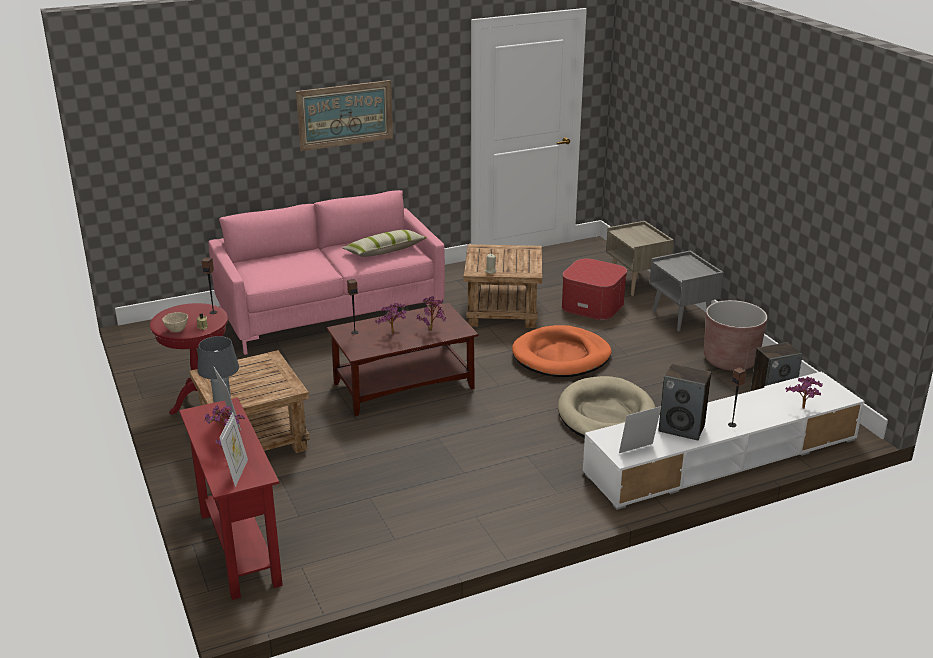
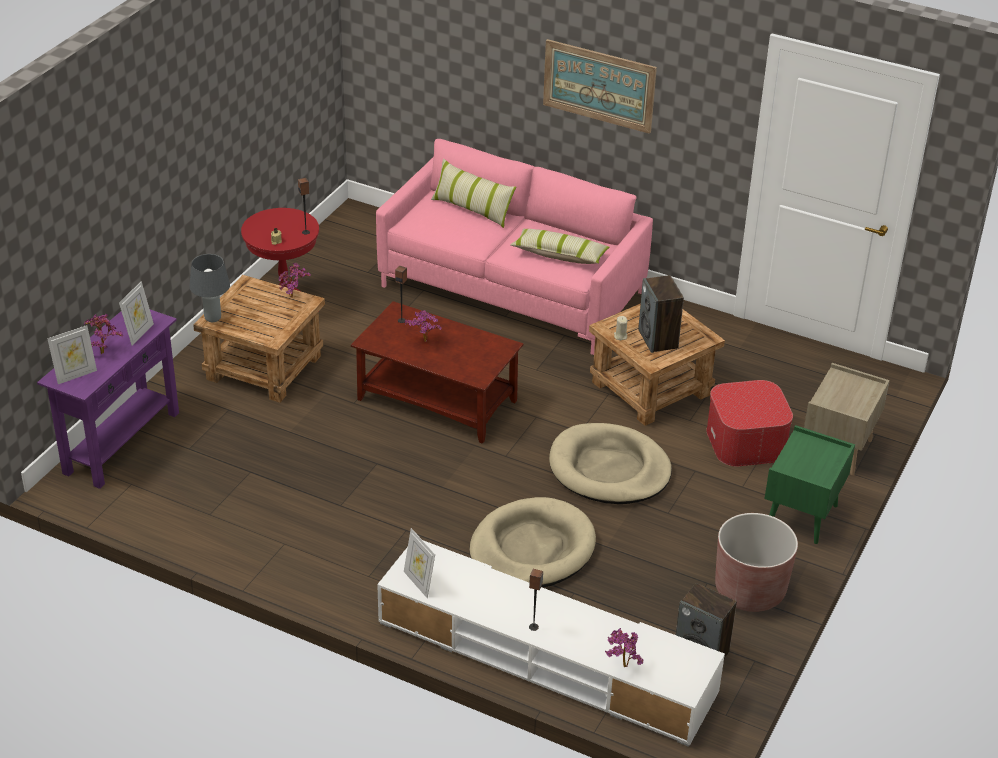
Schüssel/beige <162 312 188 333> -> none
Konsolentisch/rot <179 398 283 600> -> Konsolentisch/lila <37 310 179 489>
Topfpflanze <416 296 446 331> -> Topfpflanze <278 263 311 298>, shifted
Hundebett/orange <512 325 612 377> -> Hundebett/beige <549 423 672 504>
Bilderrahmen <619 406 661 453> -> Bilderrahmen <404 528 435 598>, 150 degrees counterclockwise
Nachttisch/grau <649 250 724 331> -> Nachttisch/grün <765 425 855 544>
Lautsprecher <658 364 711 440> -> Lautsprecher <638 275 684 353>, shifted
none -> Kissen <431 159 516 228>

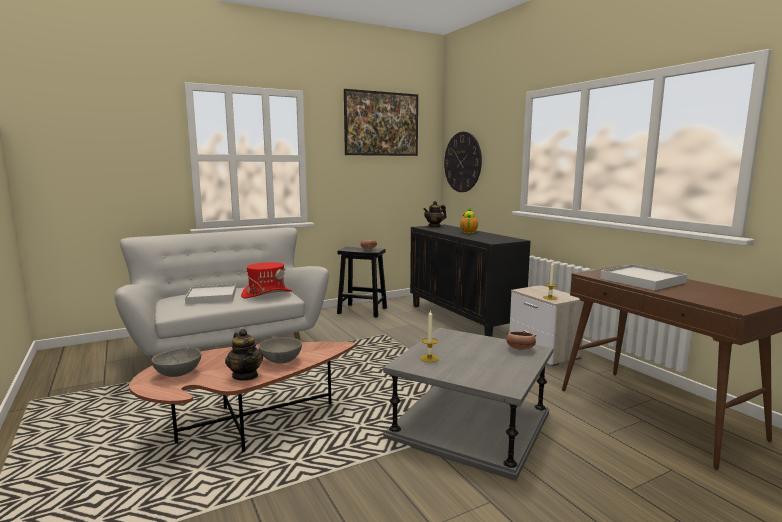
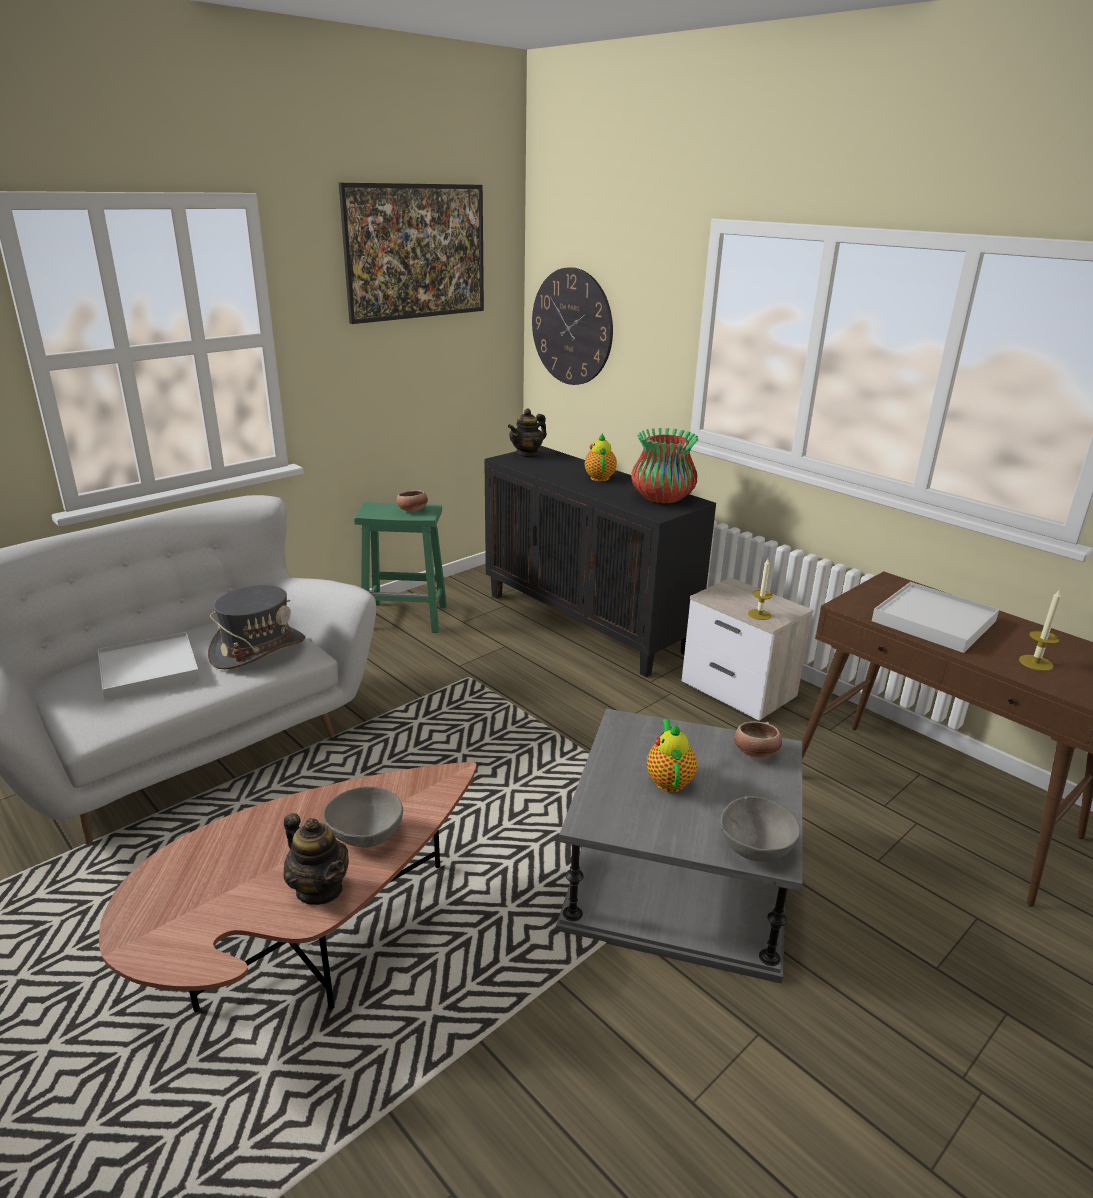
Schüssel/grau <151 347 201 377> -> Schüssel/grau <721 796 800 862>, shifted
Hut/rot <241 262 292 298> -> Hut/grau <208 585 305 669>
Hocker/schwarz <337 247 387 318> -> Hocker/grün <354 502 447 633>
Kerze <420 309 439 362> -> Kerze <1019 589 1061 671>, shifted
none -> Vase <631 428 698 503>
none -> Teekanne <647 719 697 793>

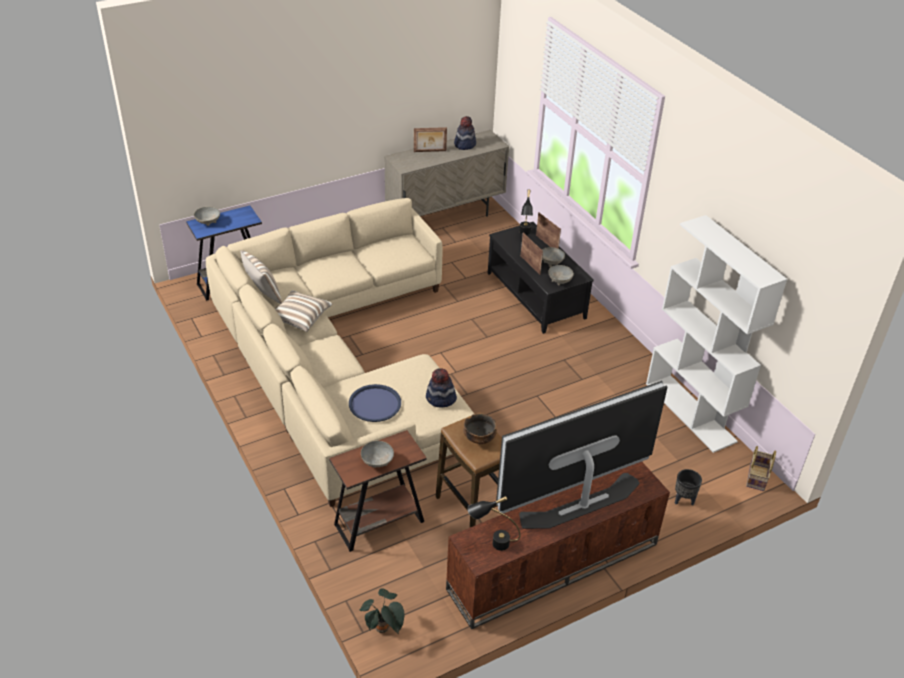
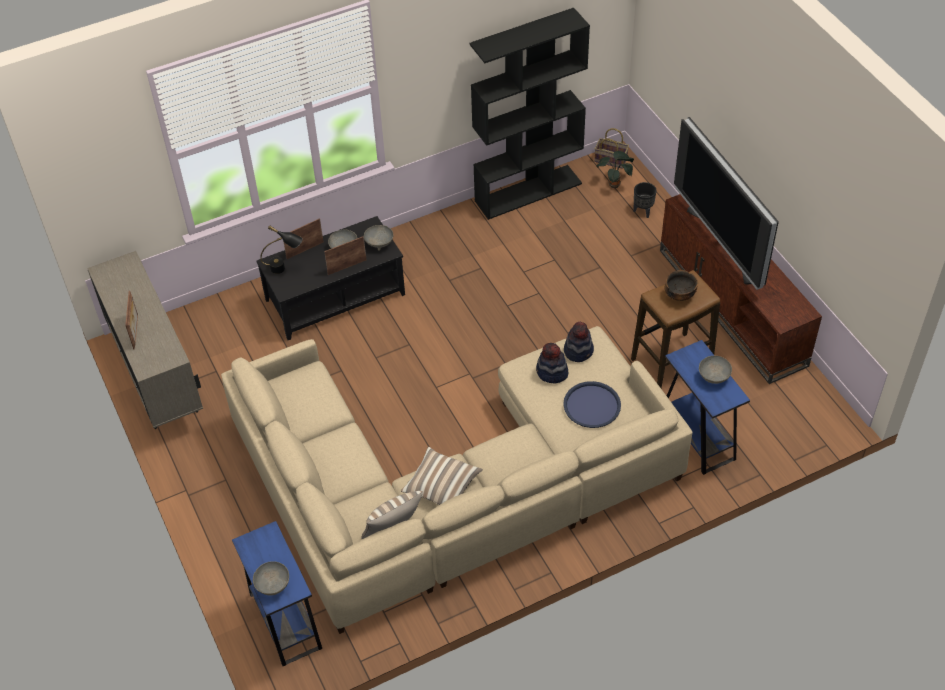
Beistelltisch/braun <329 430 427 552> -> Beistelltisch/blau <665 340 750 475>
Topfpflanze <360 588 405 634> -> Topfpflanze <596 151 634 188>, shifted
Hut <454 116 476 150> -> Hut <536 343 568 383>, shifted
Tischlampe/schwarz <468 496 521 551> -> none
Bücherregal/weiß <646 215 787 453> -> Bücherregal/schwarz <469 8 590 220>

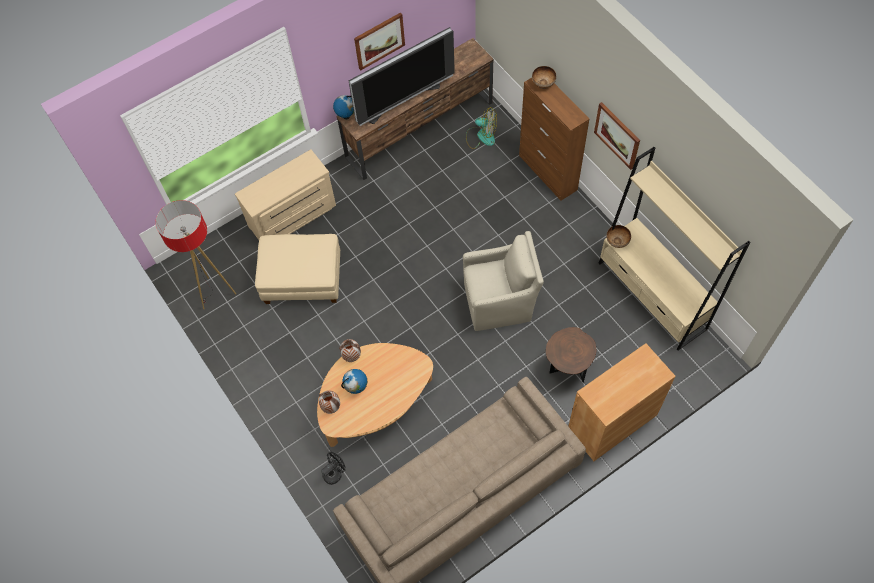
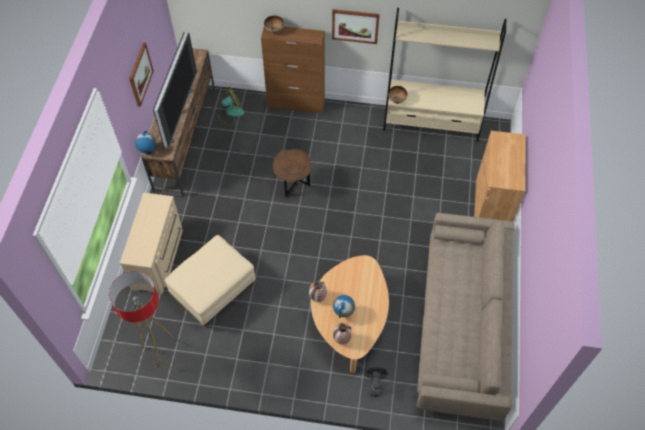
Sessel/beige <463 231 544 331> -> none
Beistelltisch/braun <546 327 597 383> -> Beistelltisch/braun <273 149 312 197>, shifted

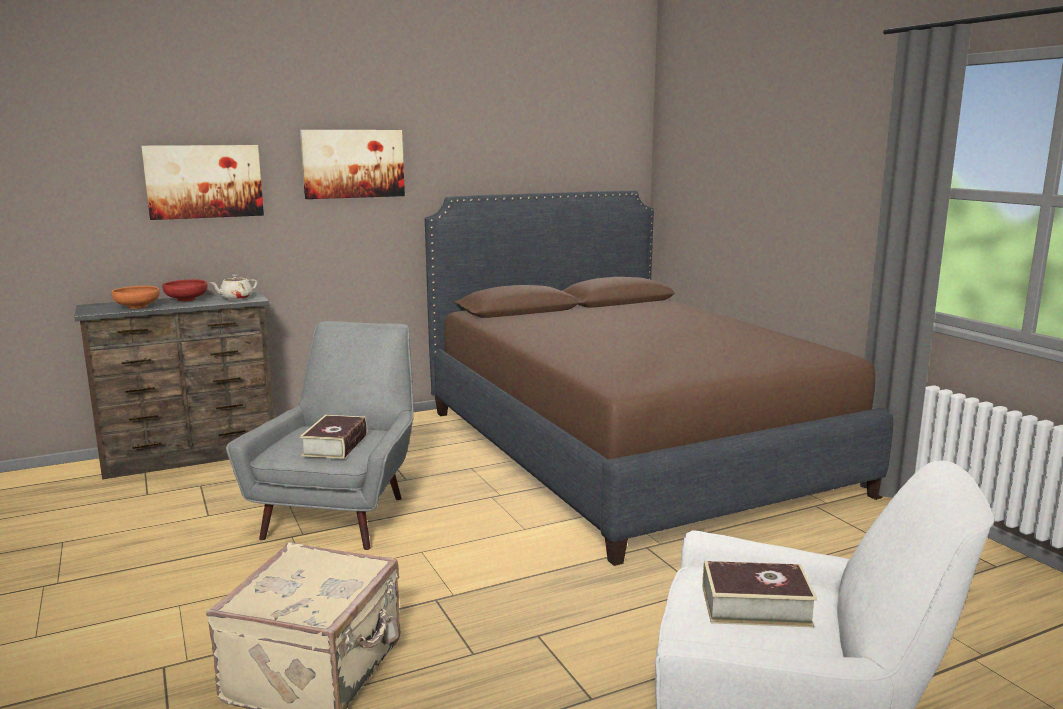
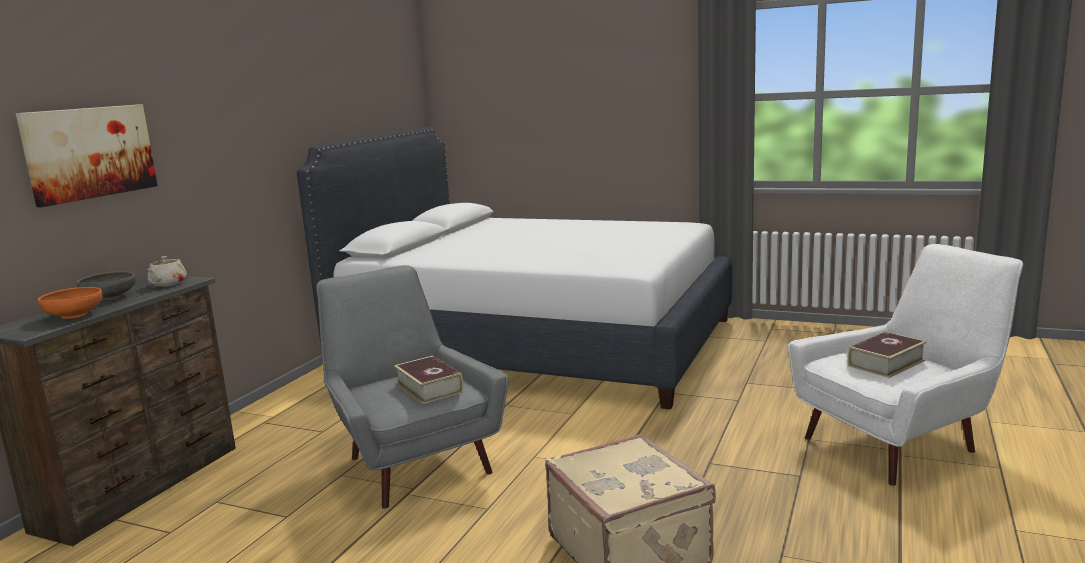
Schüssel/rot <162 279 208 301> -> Schüssel/grau <77 271 136 300>
Bild <300 130 405 199> -> none
Bett/braun <425 190 894 566> -> Bett/weiß <297 127 732 410>

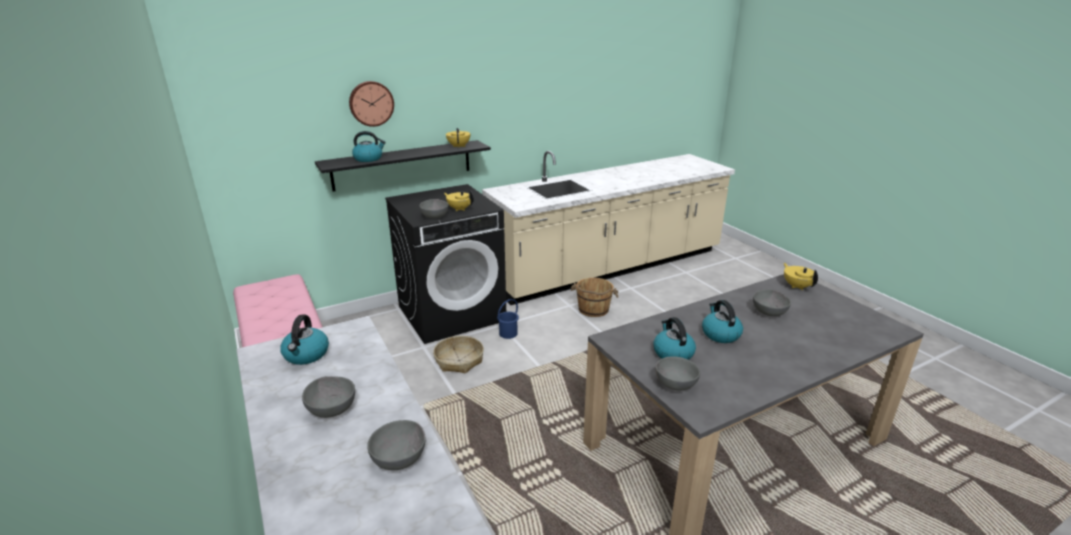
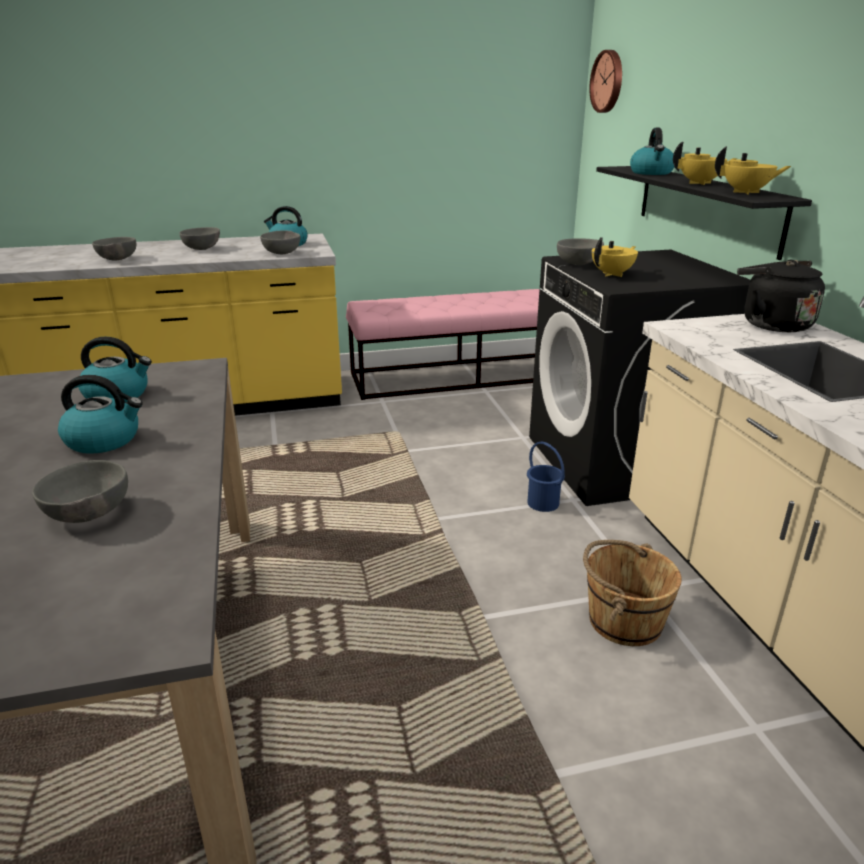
Wanduhr <349 81 394 127> -> Wanduhr <589 50 622 113>, shifted
Korb <433 336 484 374> -> none
Schüssel/grau <655 356 700 391> -> Schüssel/grau <260 230 300 254>, shifted
Teekanne/gelb <784 263 818 290> -> Teekanne/gelb <673 141 737 185>, shifted
none -> Wasserkessel/schwarz <737 260 825 332>

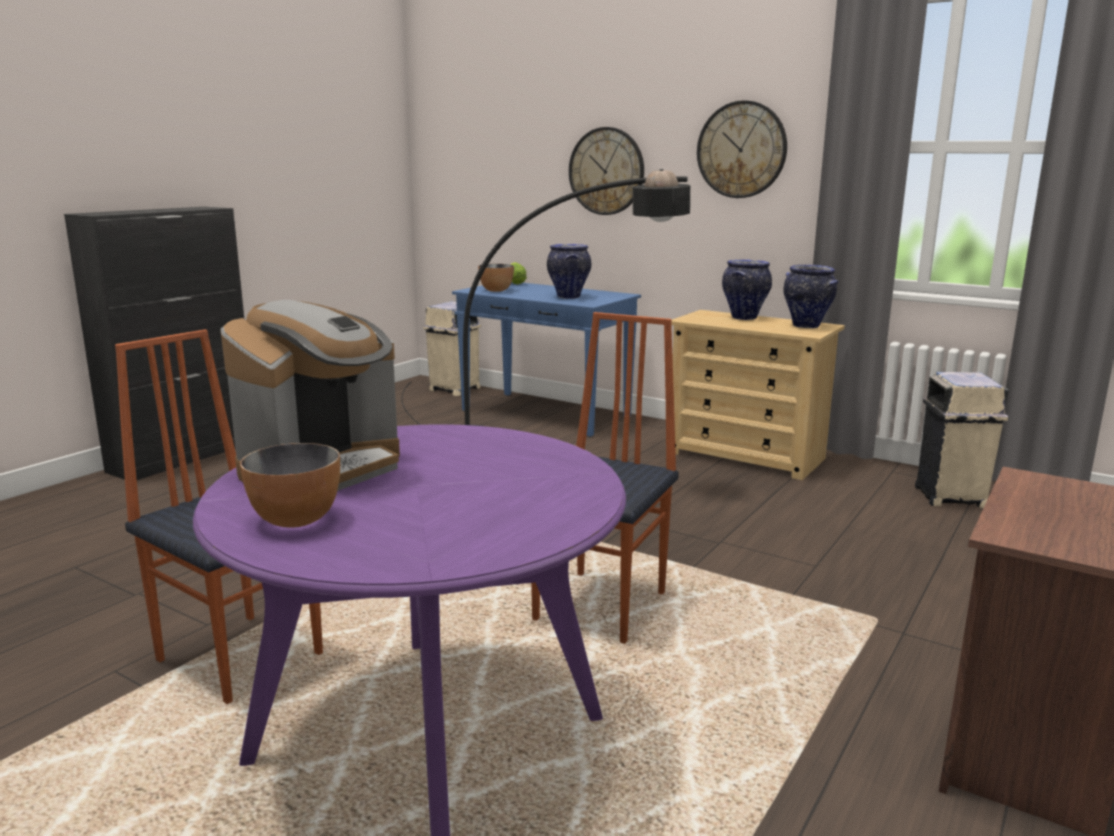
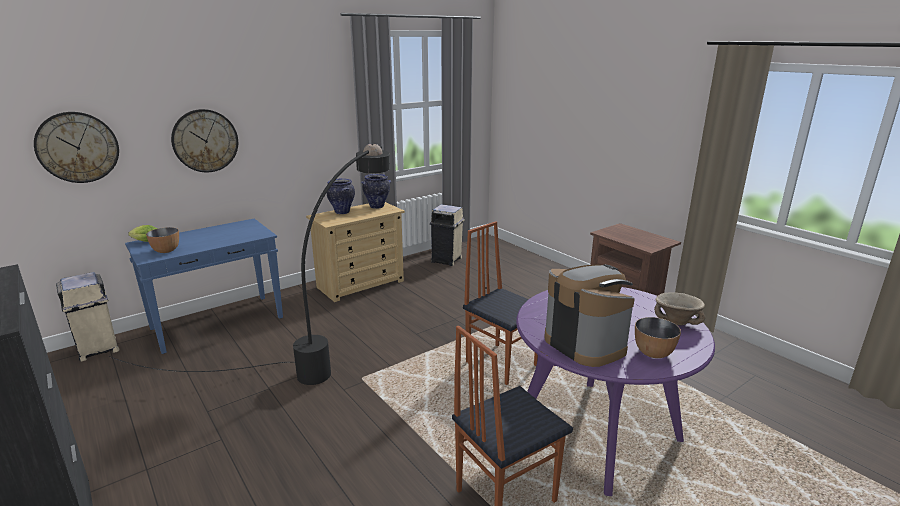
Vase <547 244 591 299> -> none
Wanduhr <697 100 787 198> -> Wanduhr <34 112 119 183>, shifted
none -> Schüssel/beige <654 292 705 325>

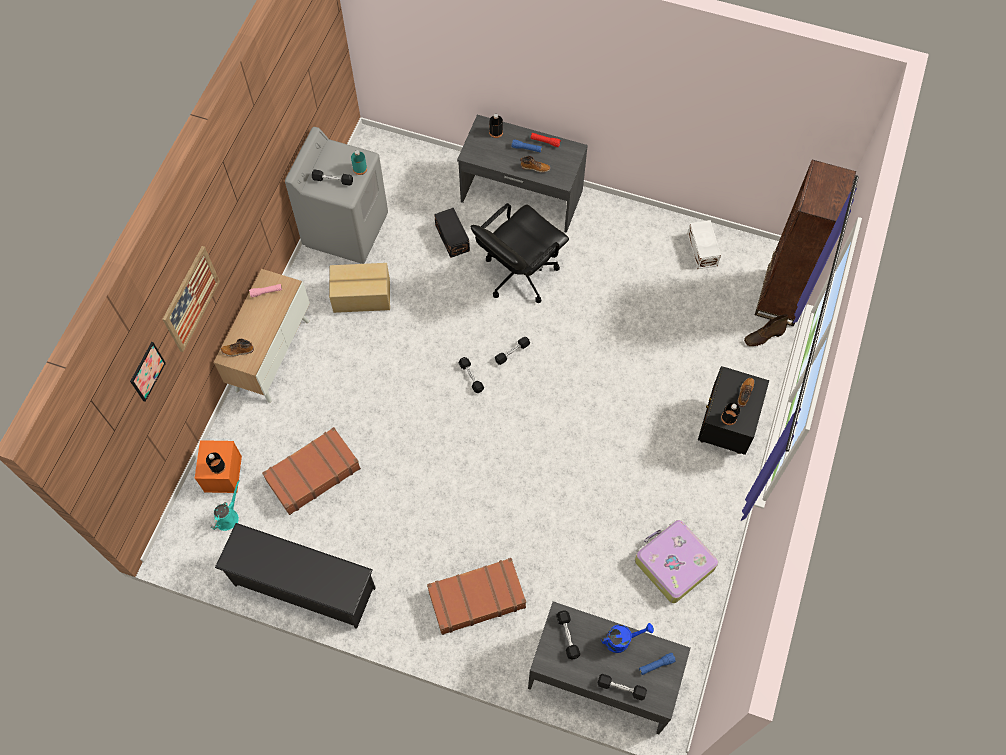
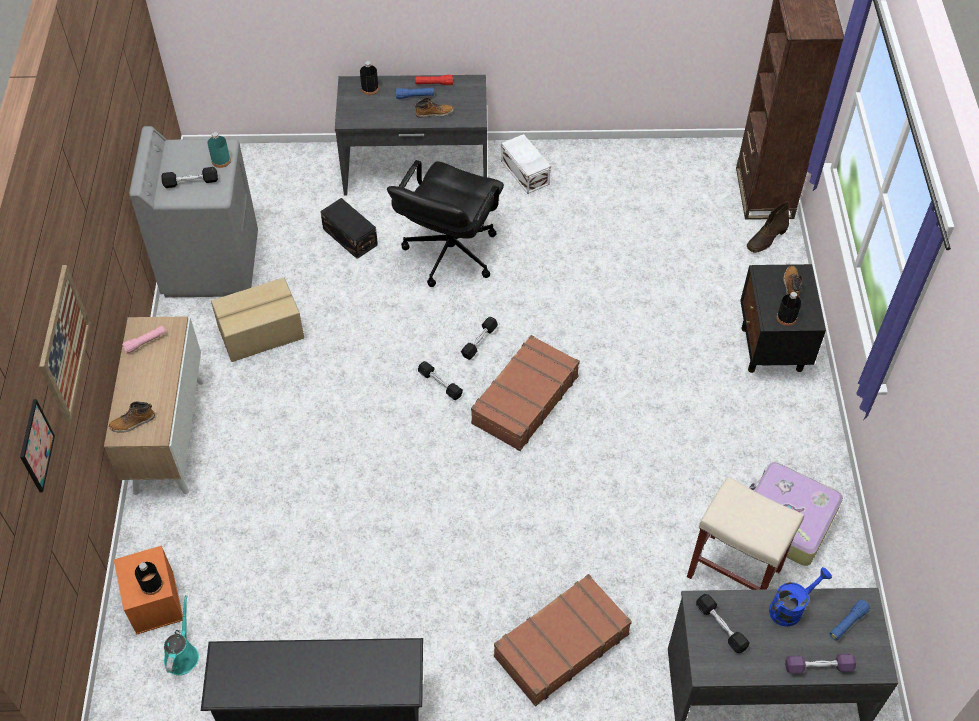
Koffer/braun <262 427 361 515> -> Koffer/braun <471 335 580 451>, shifted
Hantel/schwarz <598 674 647 701> -> Hantel/lila <785 654 856 673>
Aufbewahrungsbox/weiß <687 220 721 269> -> Aufbewahrungsbox/weiß <501 134 551 194>, shifted
none -> Hocker/beige <687 476 804 590>

